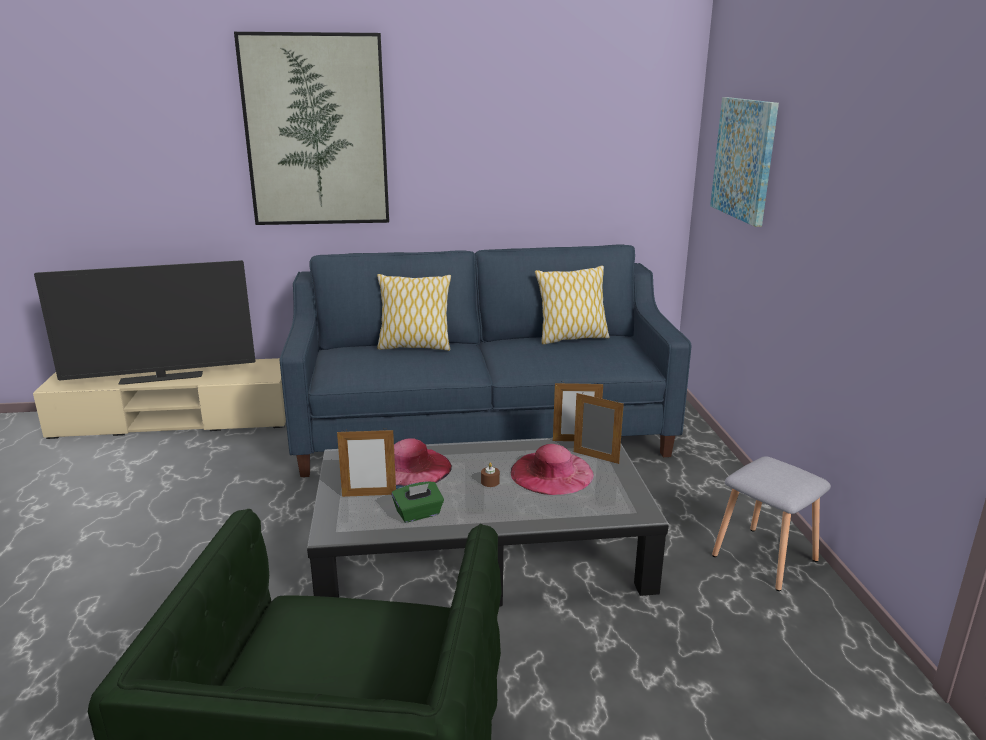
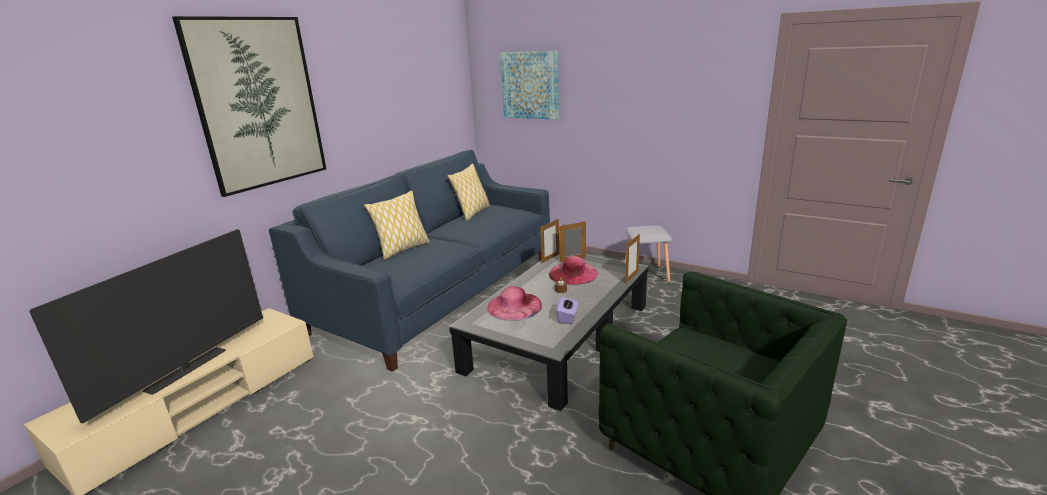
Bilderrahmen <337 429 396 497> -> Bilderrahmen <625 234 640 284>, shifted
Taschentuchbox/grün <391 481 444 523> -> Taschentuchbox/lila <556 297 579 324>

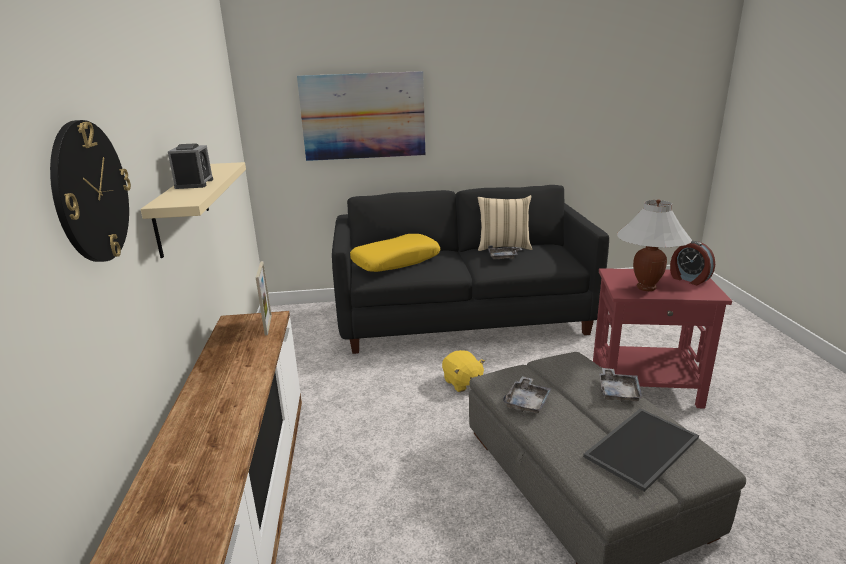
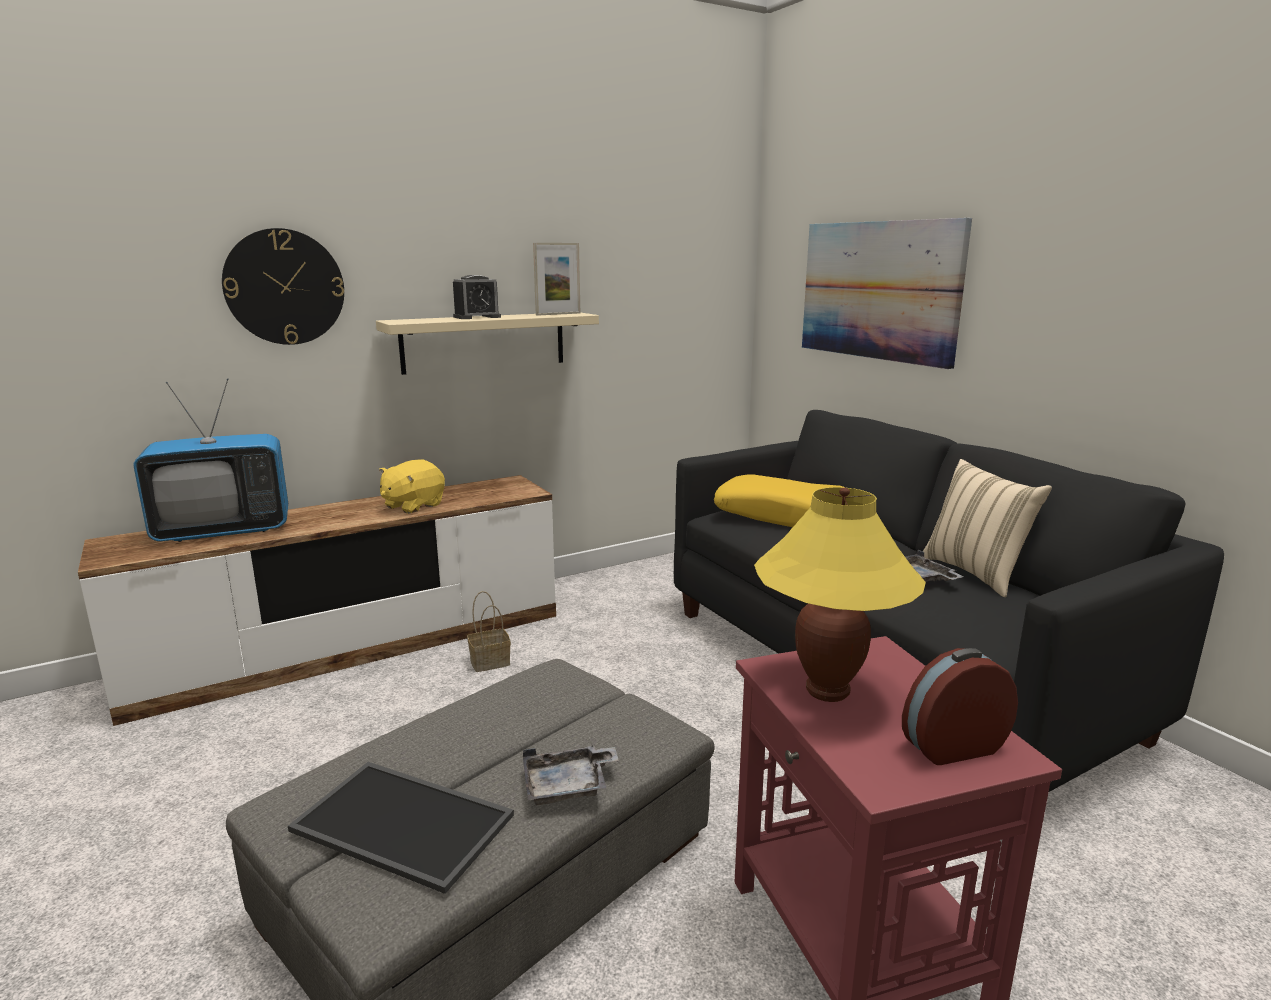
Bilderrahmen <256 261 272 335> -> Bilderrahmen <533 243 580 316>, shifted
Plüschtier/gelb <442 350 485 392> -> Plüschtier/gelb <379 459 445 514>, shifted
Tablett/grau <503 376 551 413> -> none
Tischlampe/weiß <617 199 692 291> -> Tischlampe/gelb <754 487 926 702>
Wecker <670 241 715 285> -> Wecker <902 648 1018 765>, 45 degrees clockwise
none -> Fernseher <133 378 288 542>
none -> Korb <467 591 511 672>

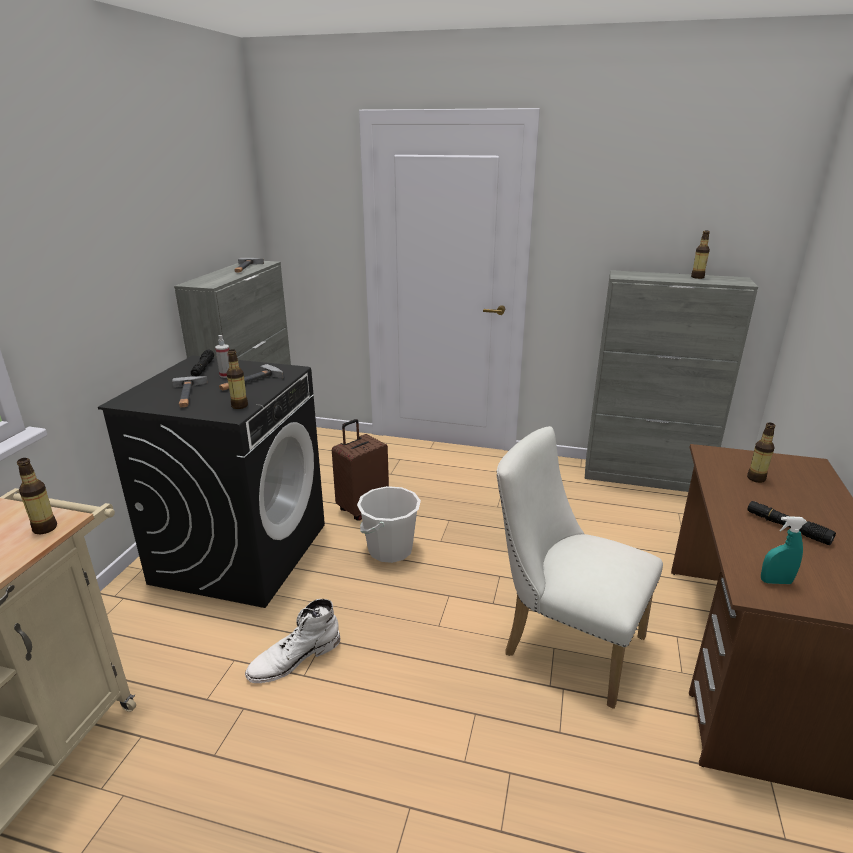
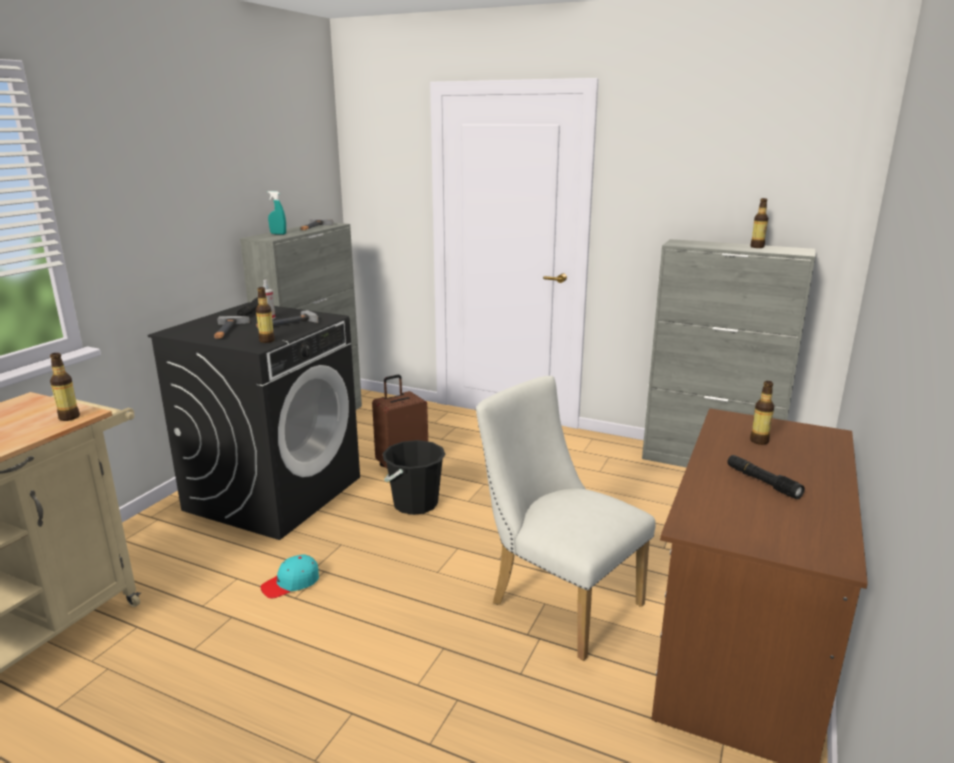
Stiefel/weiß <245 599 340 683> -> Kappe/türkis <261 555 319 599>
Eimer/weiß <357 486 421 563> -> Eimer/schwarz <382 440 446 515>
Sprühflasche/türkis <761 516 807 584> -> Sprühflasche/türkis <268 191 286 235>, shifted

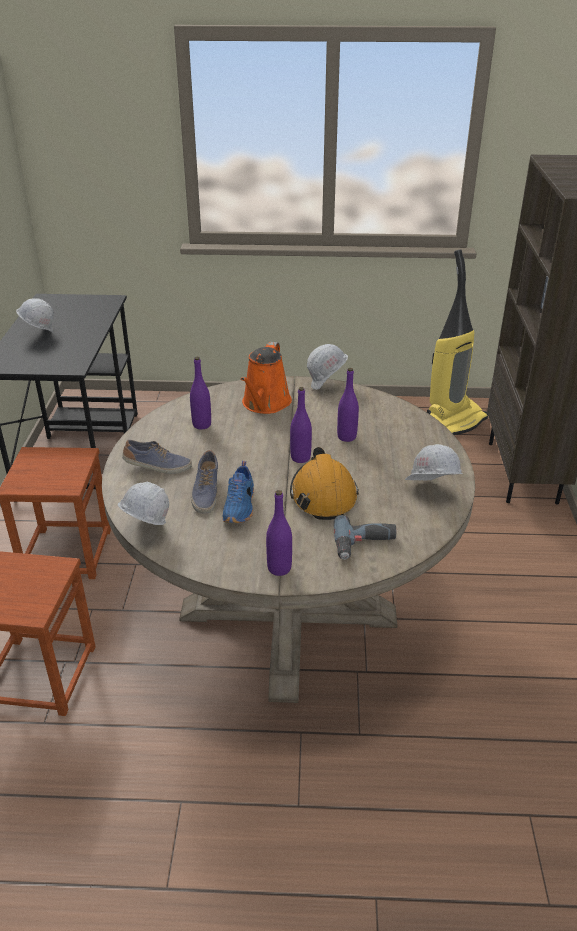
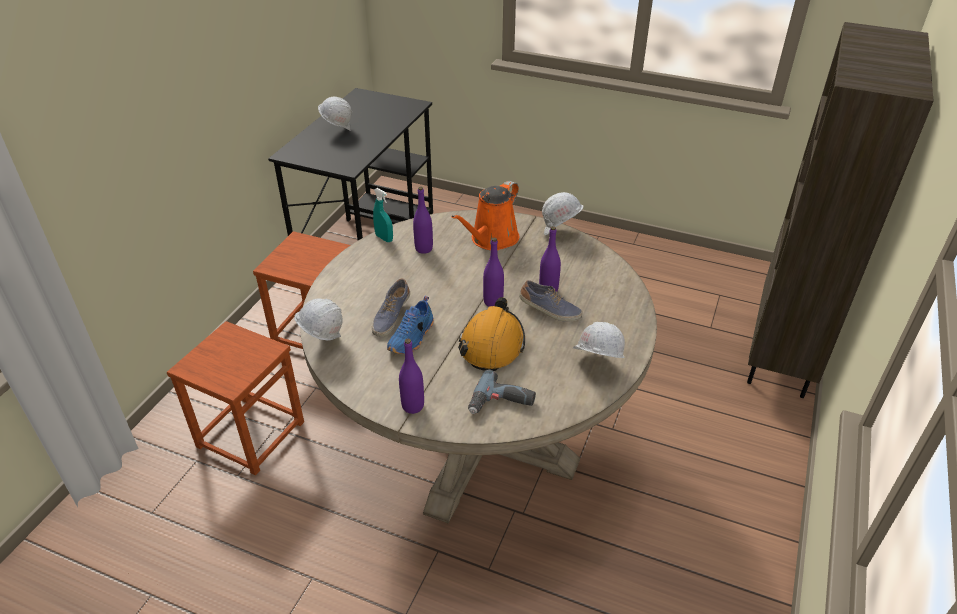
Schuh <122 440 192 474> -> Schuh <519 280 583 322>, shifted
Staubsauger <427 249 488 435> -> none
none -> Sprühflasche/türkis <373 188 393 242>

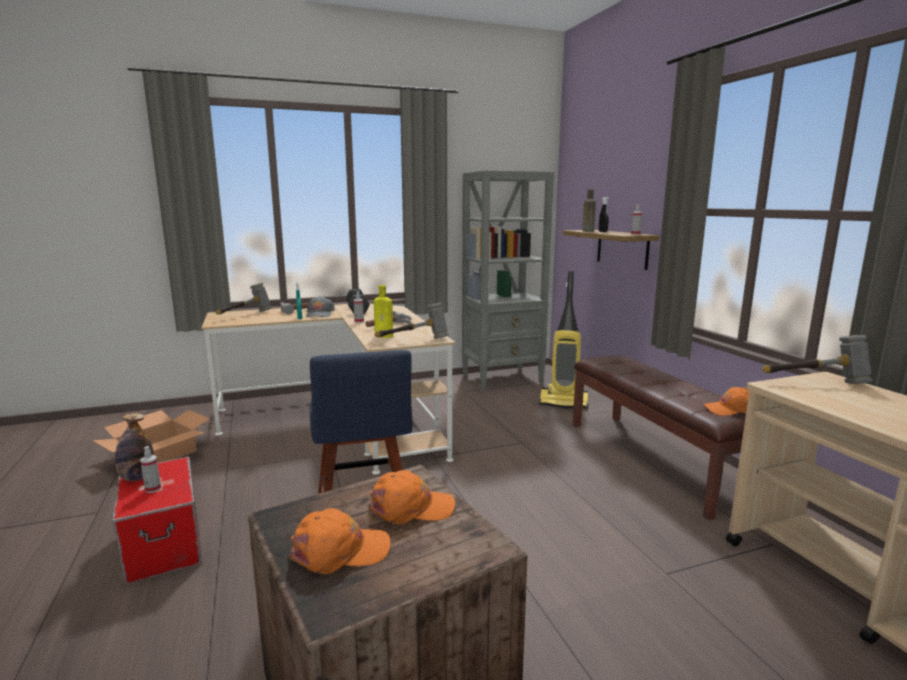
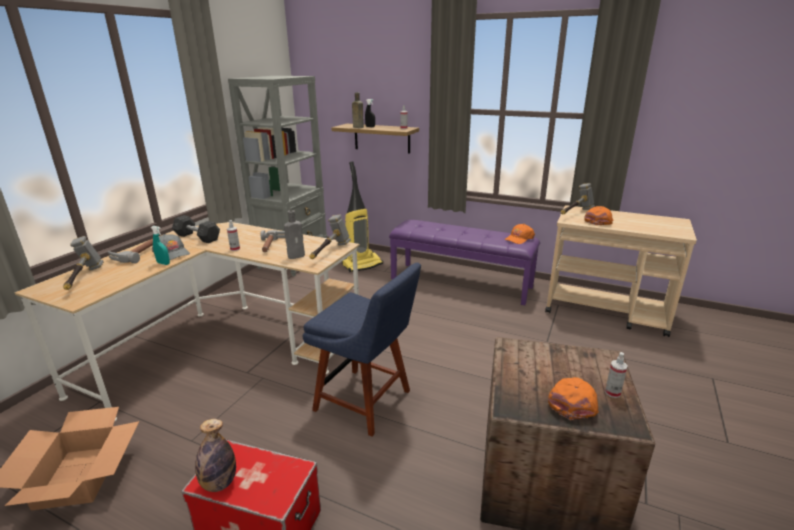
Sprühflasche <140 446 161 493> -> Sprühflasche <605 352 628 398>, shifted
Kappe/orange <369 470 455 525> -> Kappe/orange <584 206 613 225>, shifted
Flasche/gelb <374 285 393 338> -> Flasche/grau <284 210 305 259>
Bank/braun <573 355 746 520> -> Bank/lila <389 220 540 305>

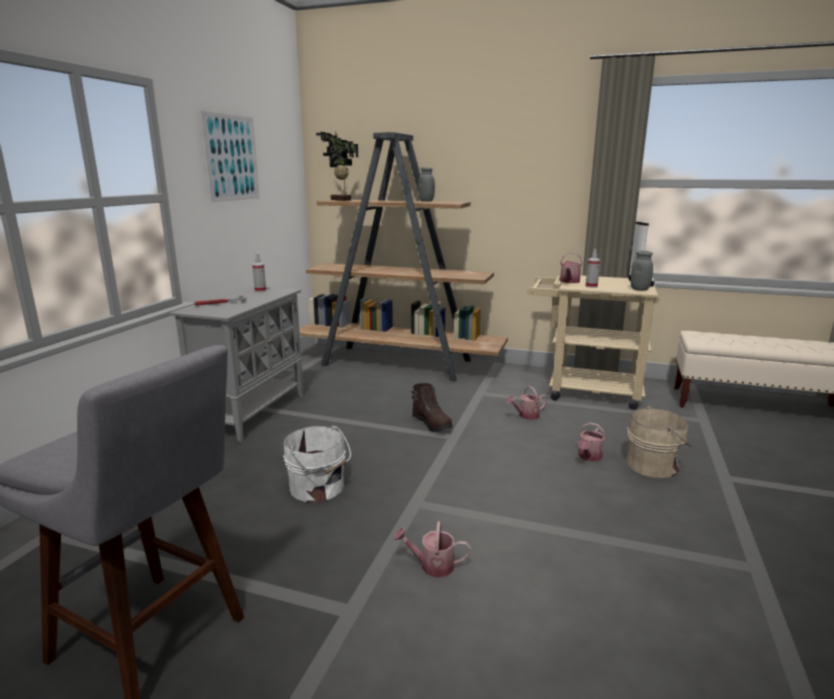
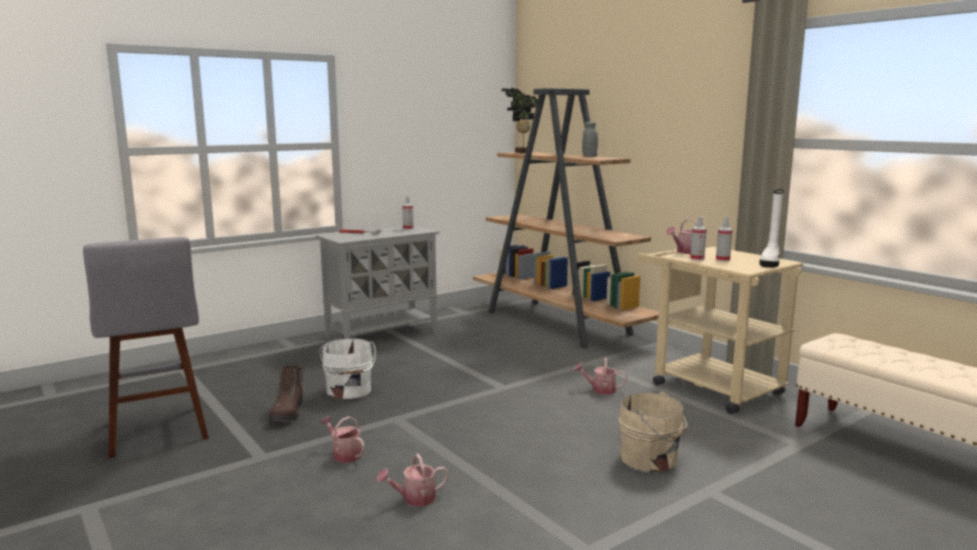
Bild <200 110 260 202> -> none
Stiefel/braun <412 383 453 433> -> Stiefel/braun <269 365 305 422>, shifted
Gießkanne <578 423 606 461> -> Gießkanne <377 454 449 506>, shifted
Vorratsglas/grau <631 251 653 291> -> none
none -> Sprühflasche <716 217 733 262>

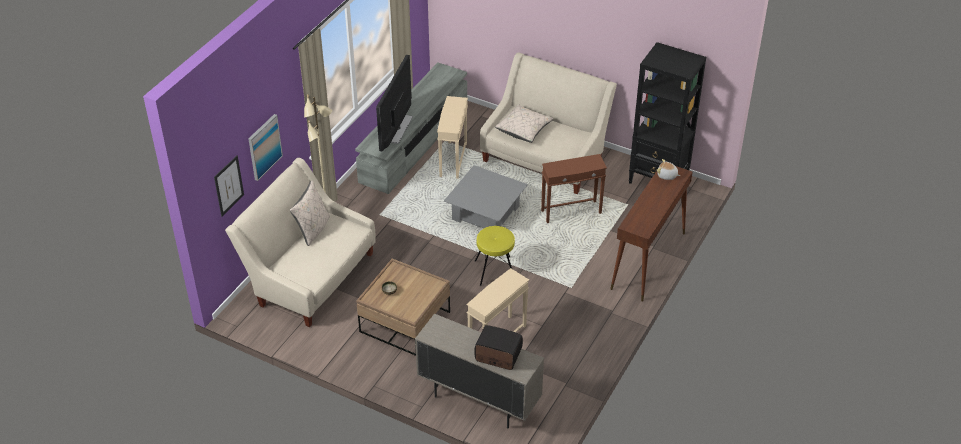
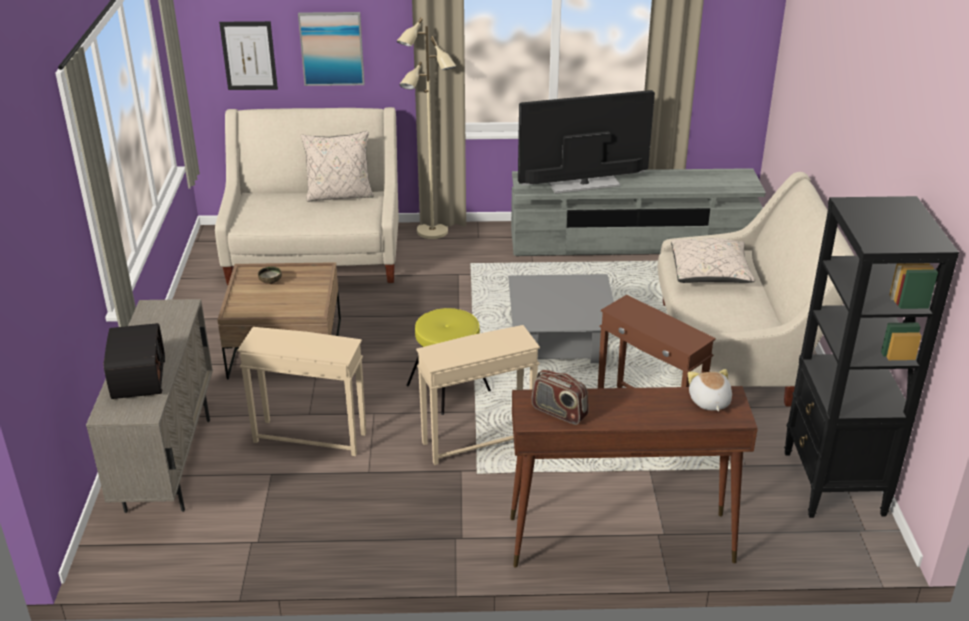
Beistelltisch/beige <437 96 468 179> -> Beistelltisch/beige <416 325 540 465>, shifted
none -> Radio <531 370 589 425>

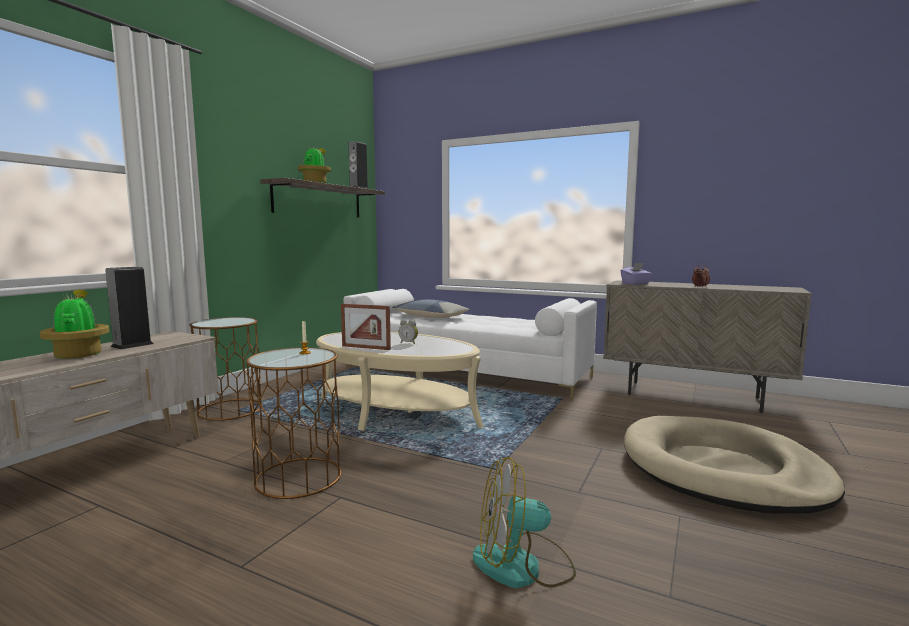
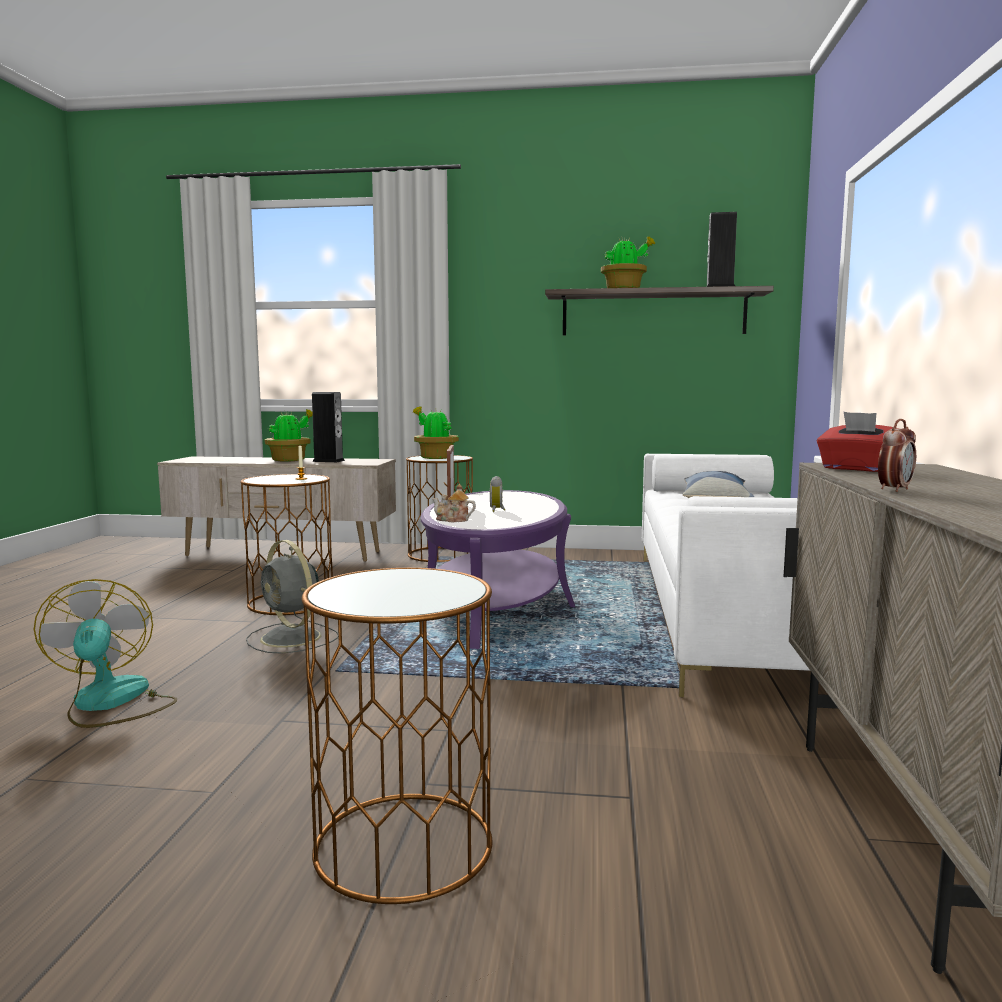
Couchtisch/beige <316 332 484 431> -> Couchtisch/lila <421 490 575 649>
Taschentuchbox/lila <621 263 652 285> -> Taschentuchbox/rot <817 412 899 472>
Hundebett/beige <624 416 845 514> -> Beistelltisch/braun <302 568 492 904>
none -> Ventilator/grau <246 540 338 654>
none -> Topfpflanze <413 406 459 459>
none -> Teekanne <432 484 476 522>

